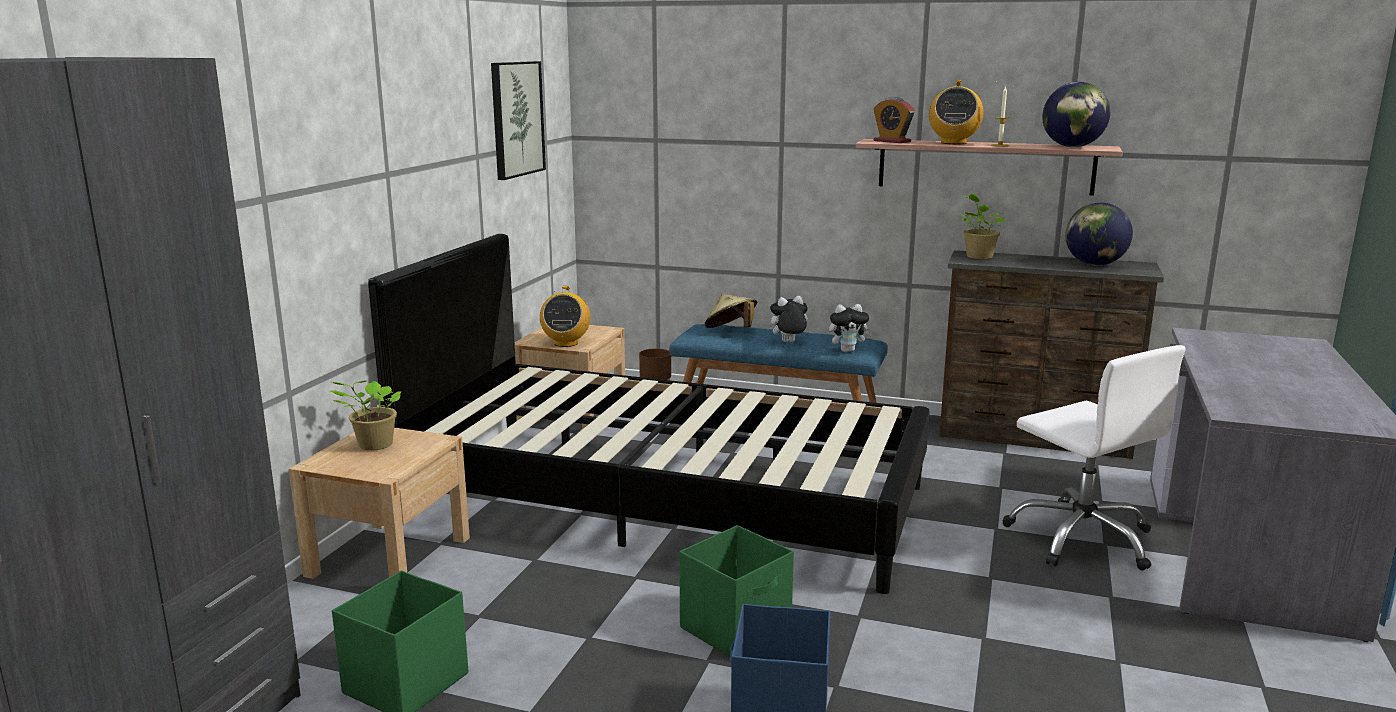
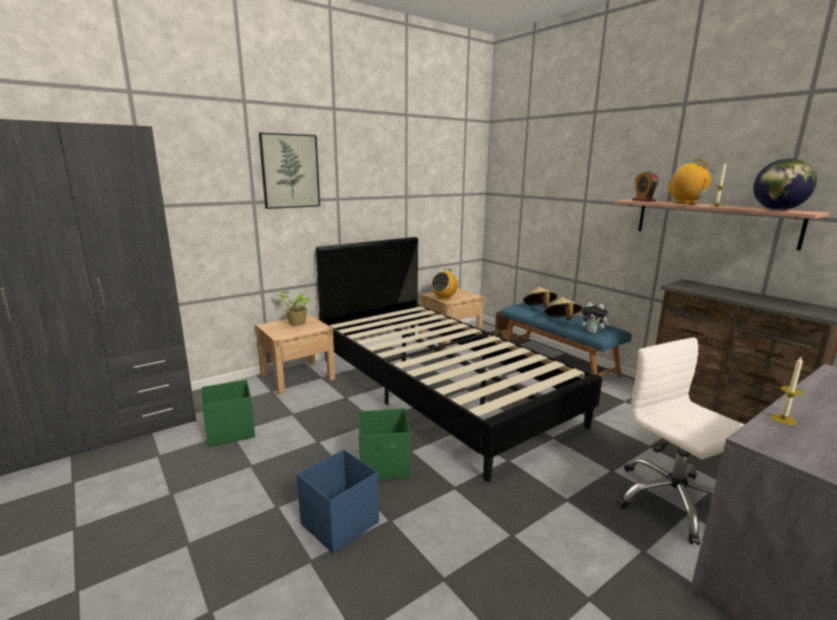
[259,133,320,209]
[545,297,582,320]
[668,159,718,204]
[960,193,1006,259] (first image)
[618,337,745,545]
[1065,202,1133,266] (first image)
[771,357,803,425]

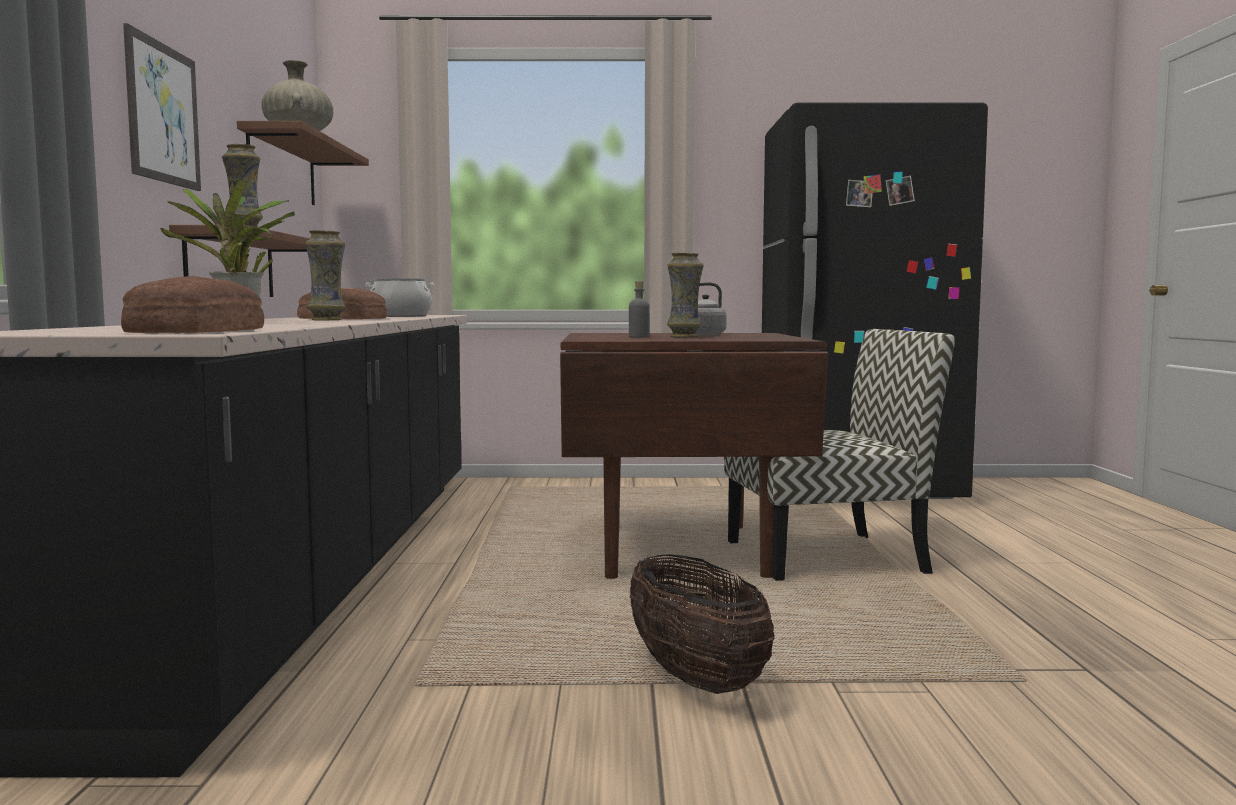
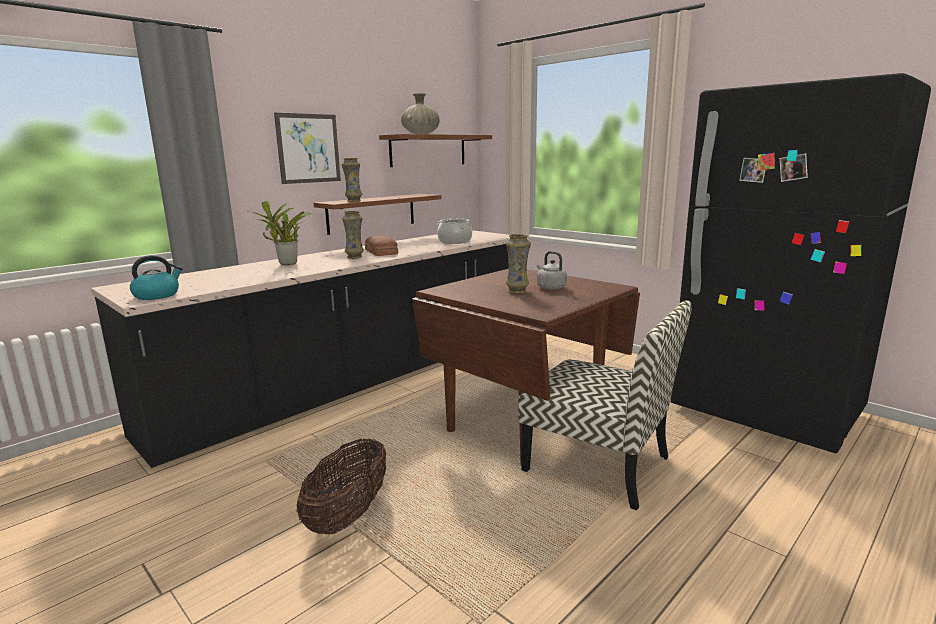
[130,255,183,300]
[629,281,650,337] (first image)

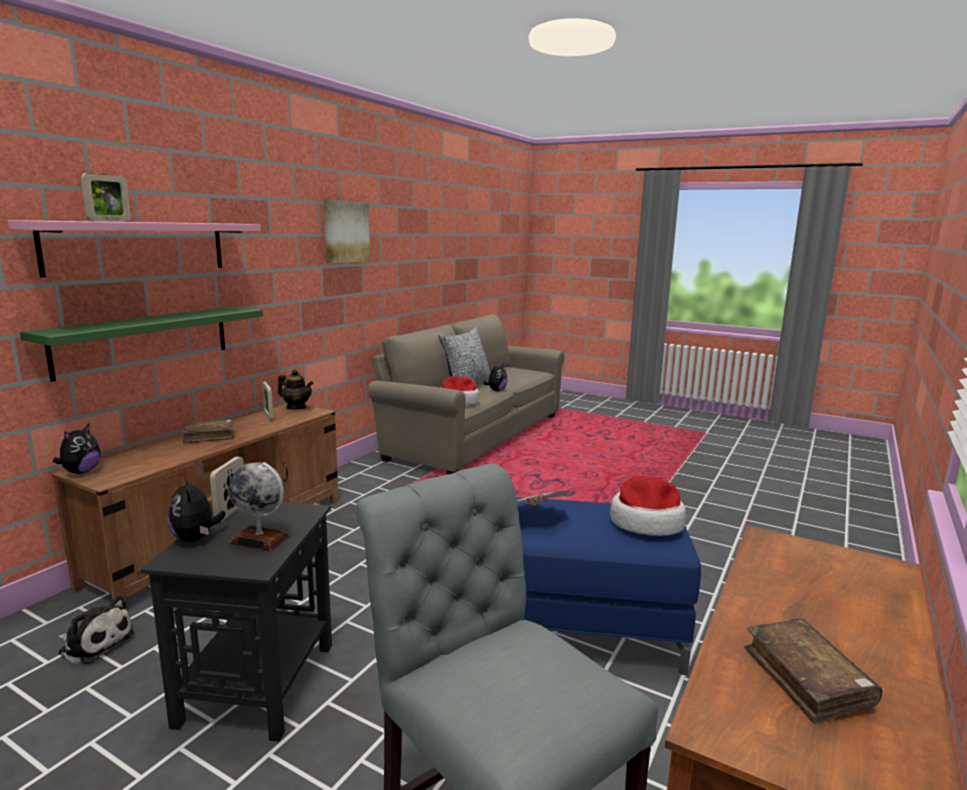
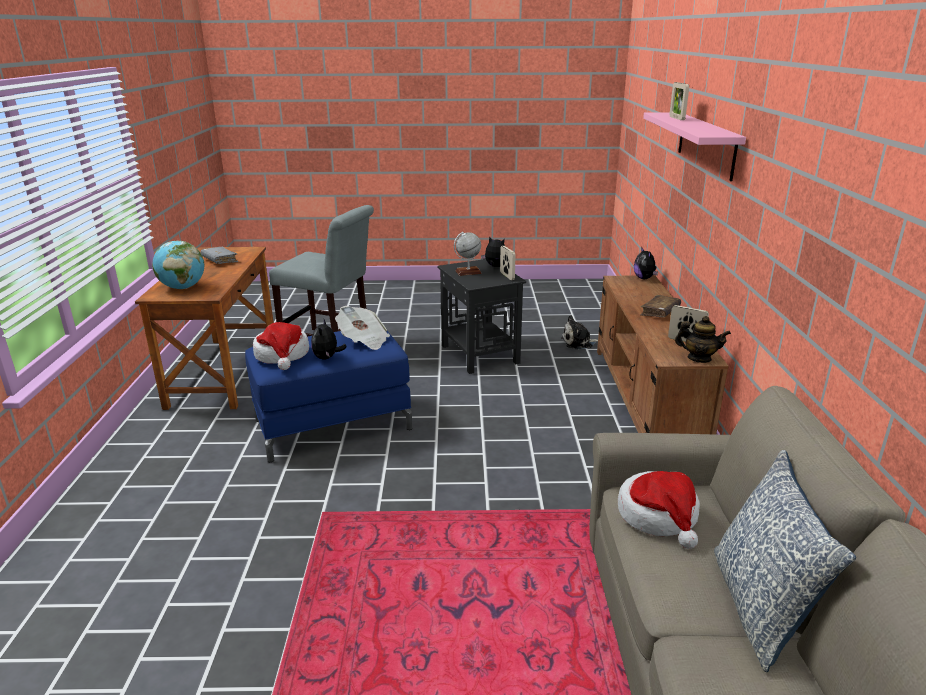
[20,307,263,382] (first image)
[675,316,731,363]
[324,200,370,263] (first image)
[311,319,347,360]
[201,247,238,264]
[152,241,205,289]

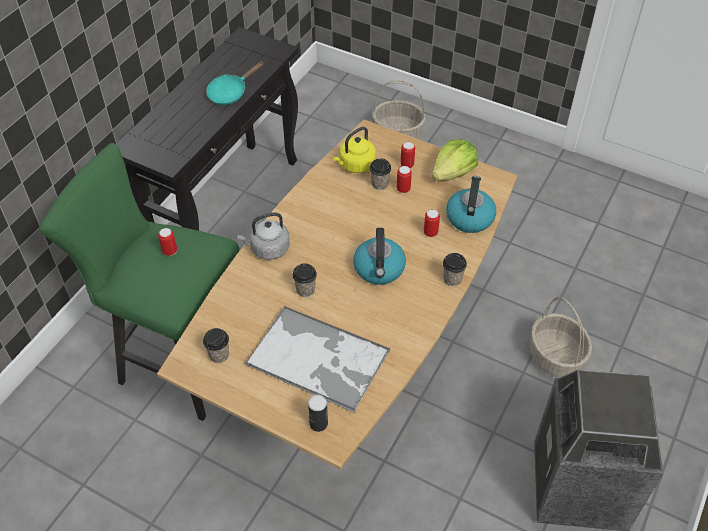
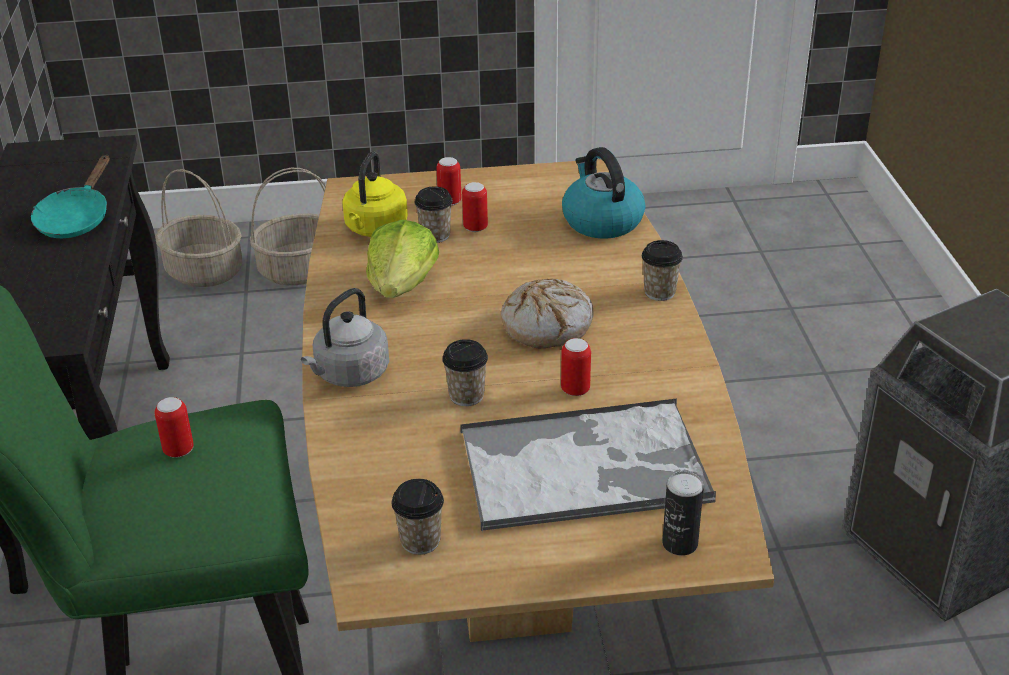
[501,279,593,348]
[561,338,591,396]
[366,220,439,298]
[155,169,242,287]

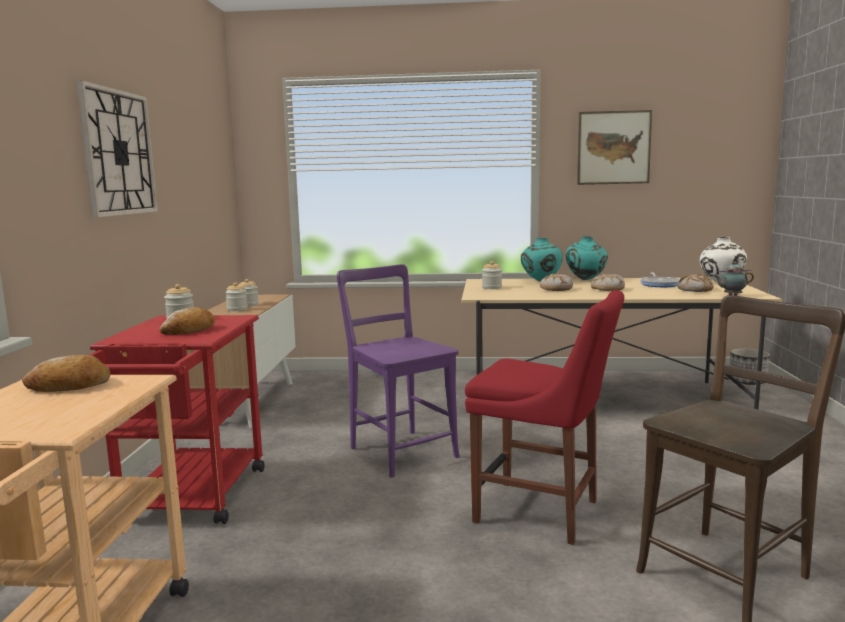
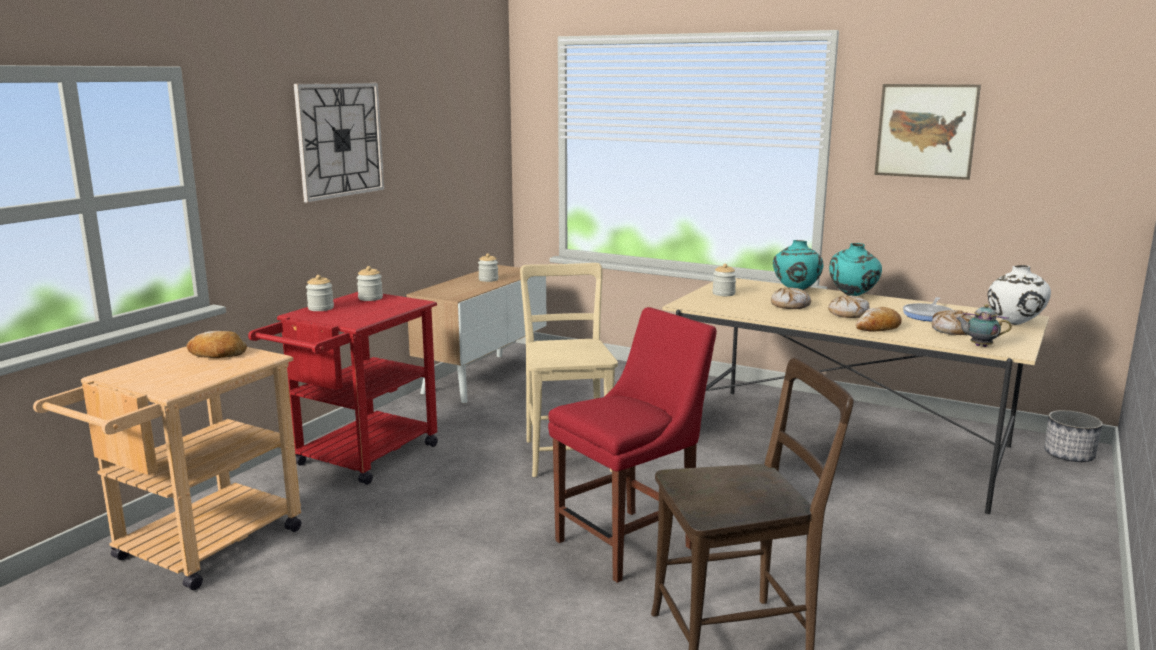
[856,307,902,331]
[306,275,334,311]
[520,263,618,477]
[548,307,717,583]

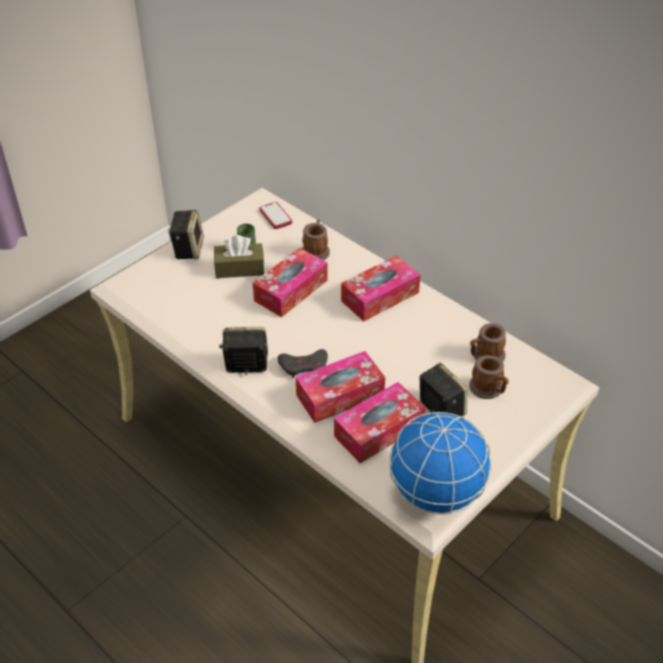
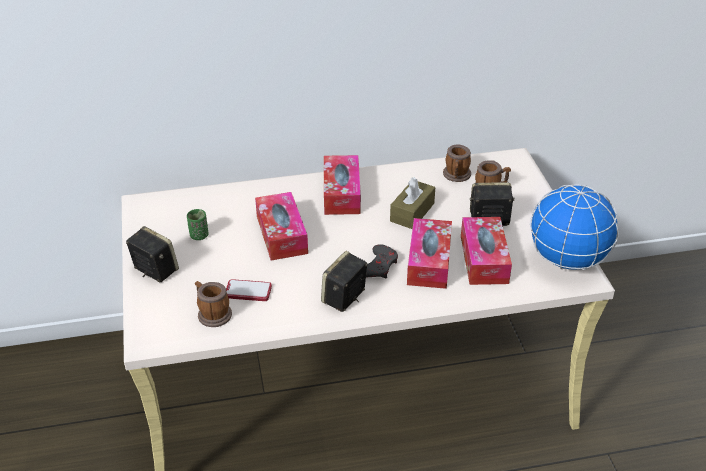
[390,177,435,229]
[226,279,272,301]
[195,281,232,327]

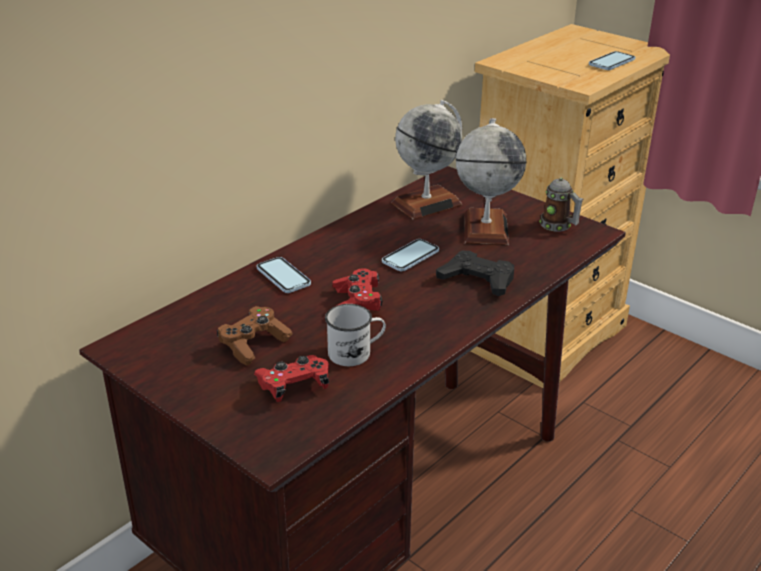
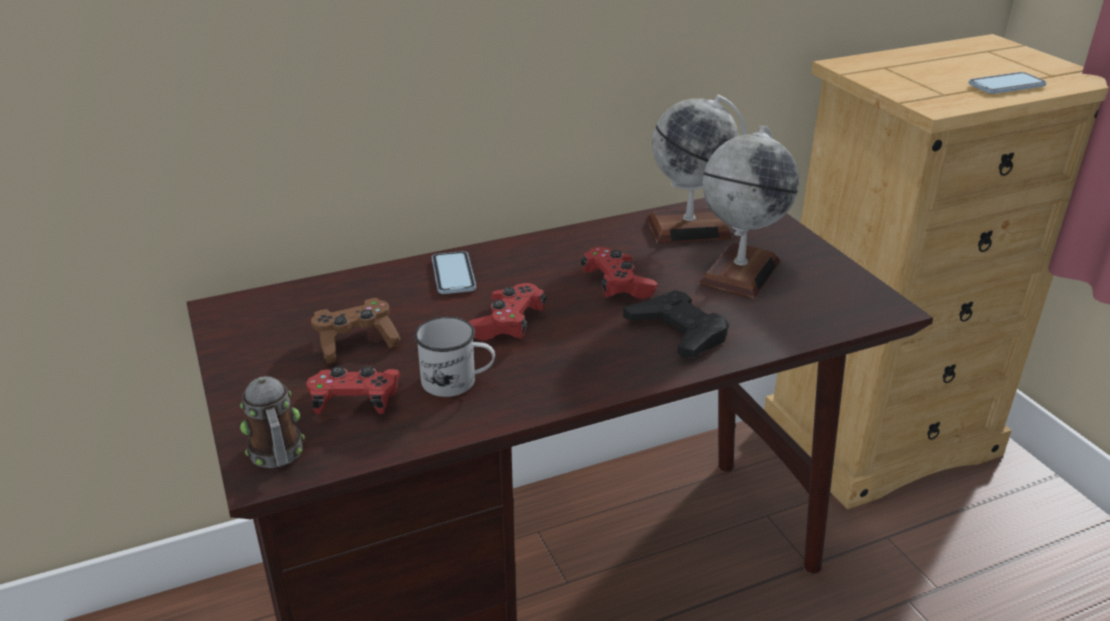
[581,247,658,299]
[240,376,305,468]

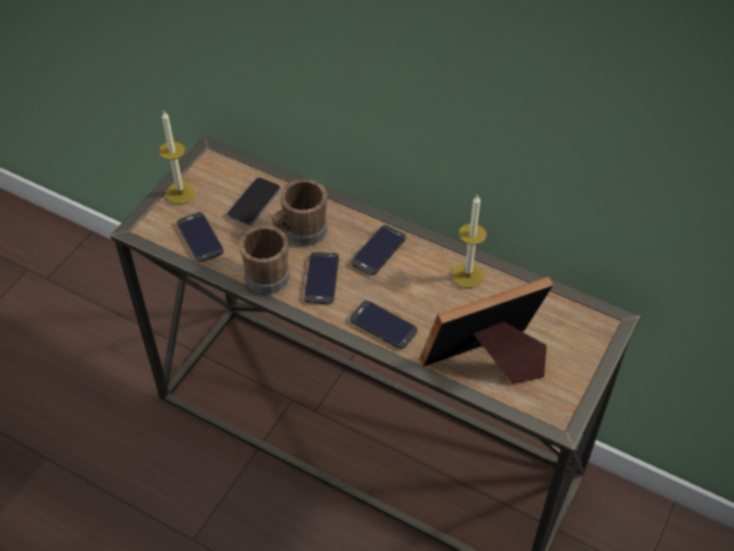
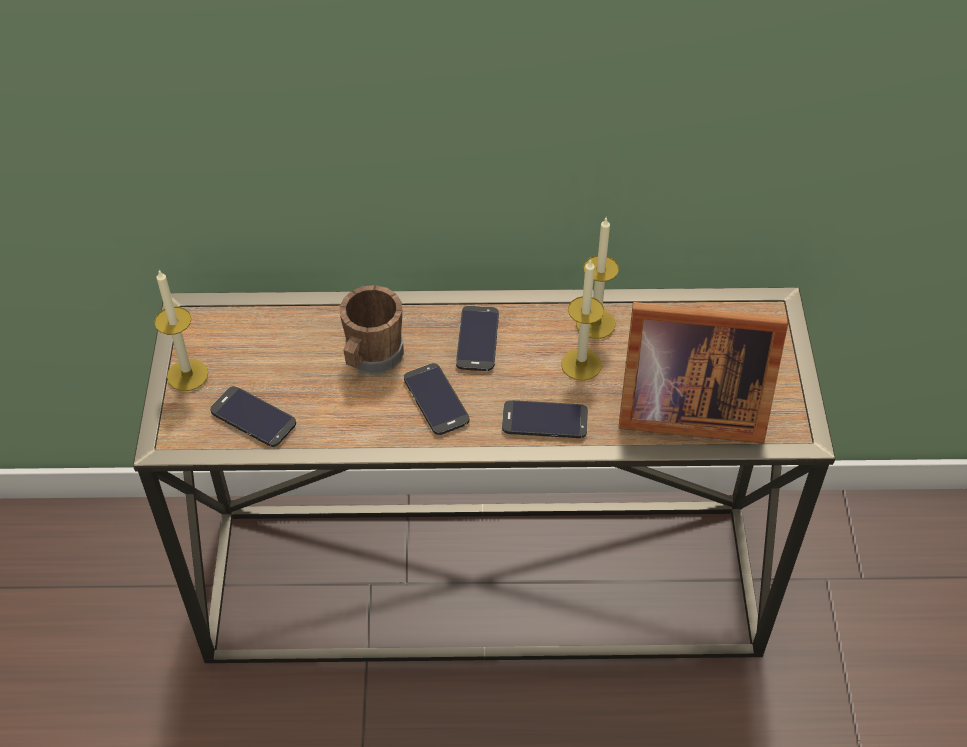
[227,178,280,226] (first image)
[239,225,290,294] (first image)
[619,302,788,444]
[561,259,604,381]

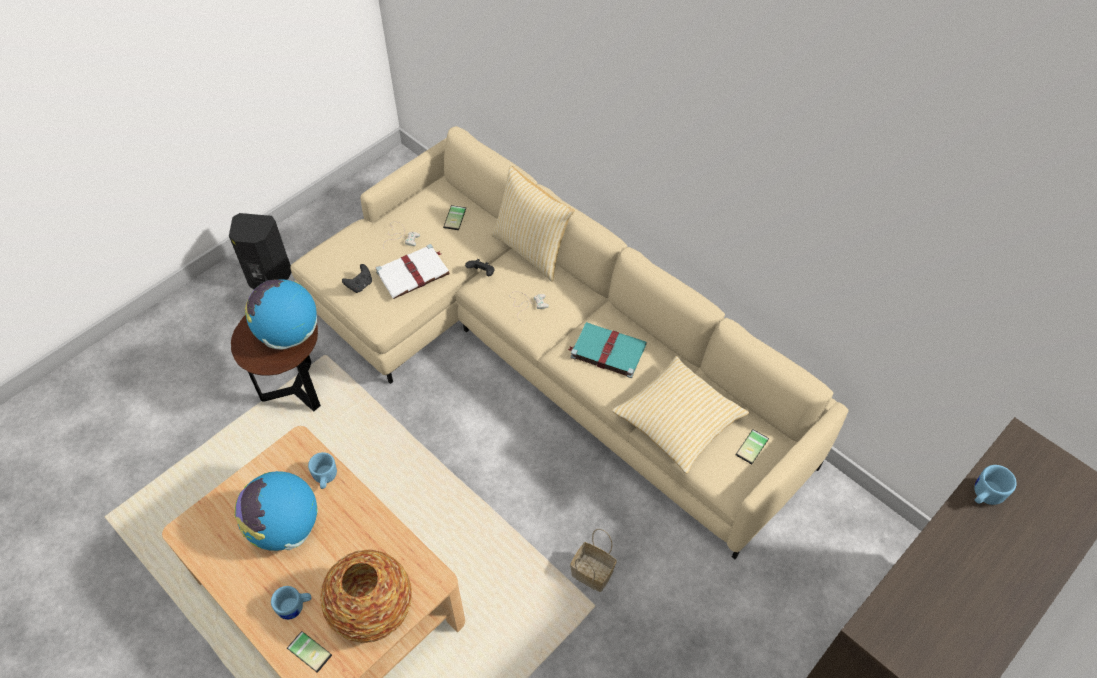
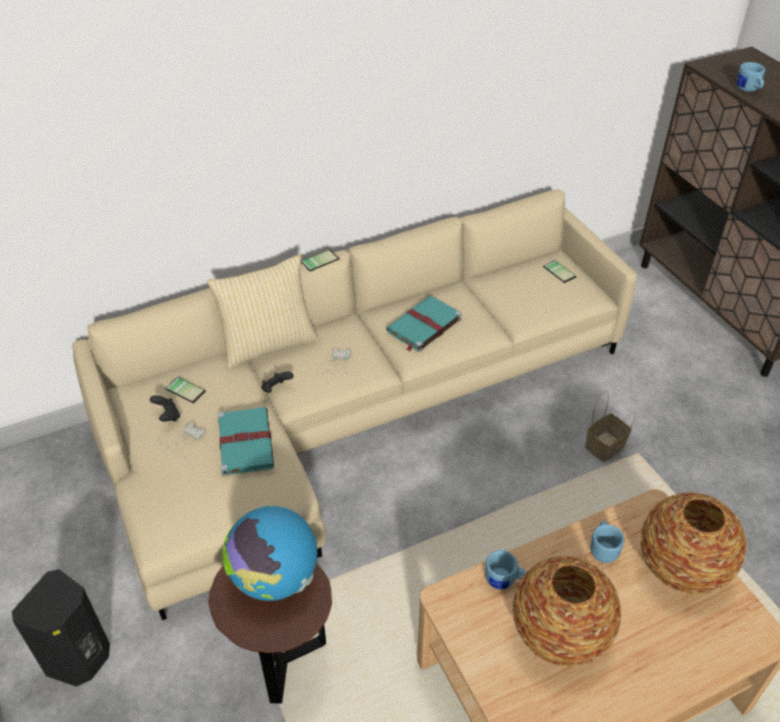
[513,555,622,667]
[590,521,625,563]
[301,250,340,271]
[150,395,180,422]
[218,407,274,476]
[612,356,749,474] (first image)

